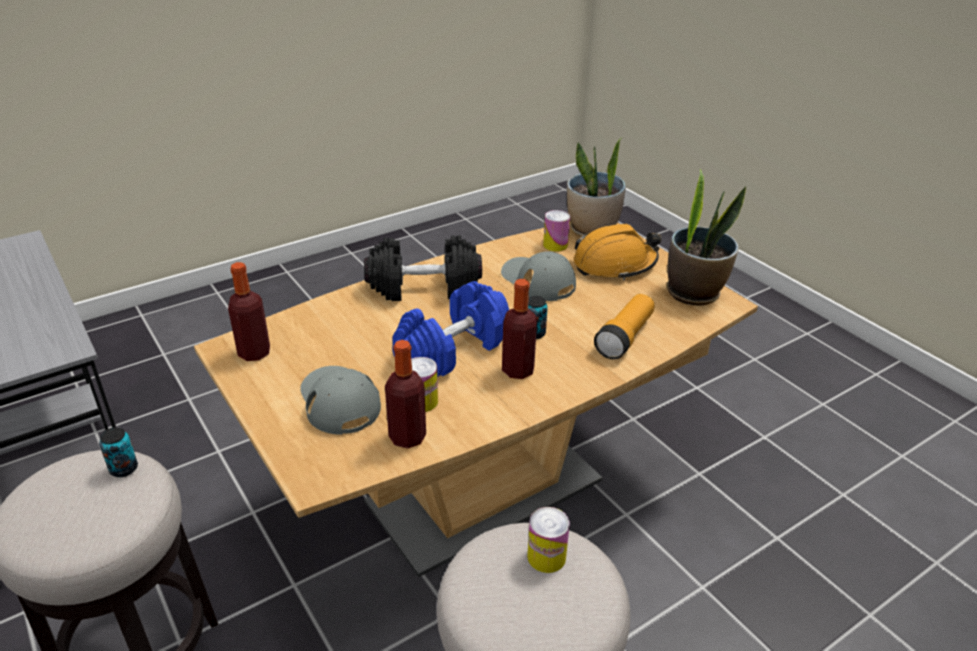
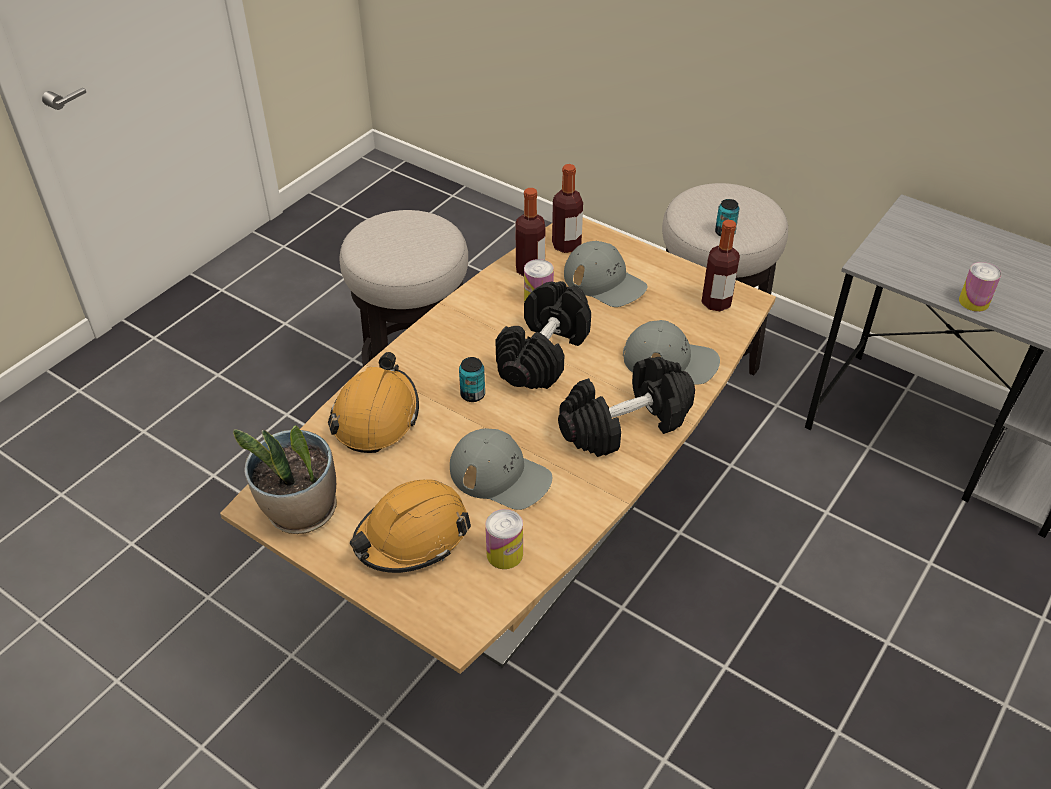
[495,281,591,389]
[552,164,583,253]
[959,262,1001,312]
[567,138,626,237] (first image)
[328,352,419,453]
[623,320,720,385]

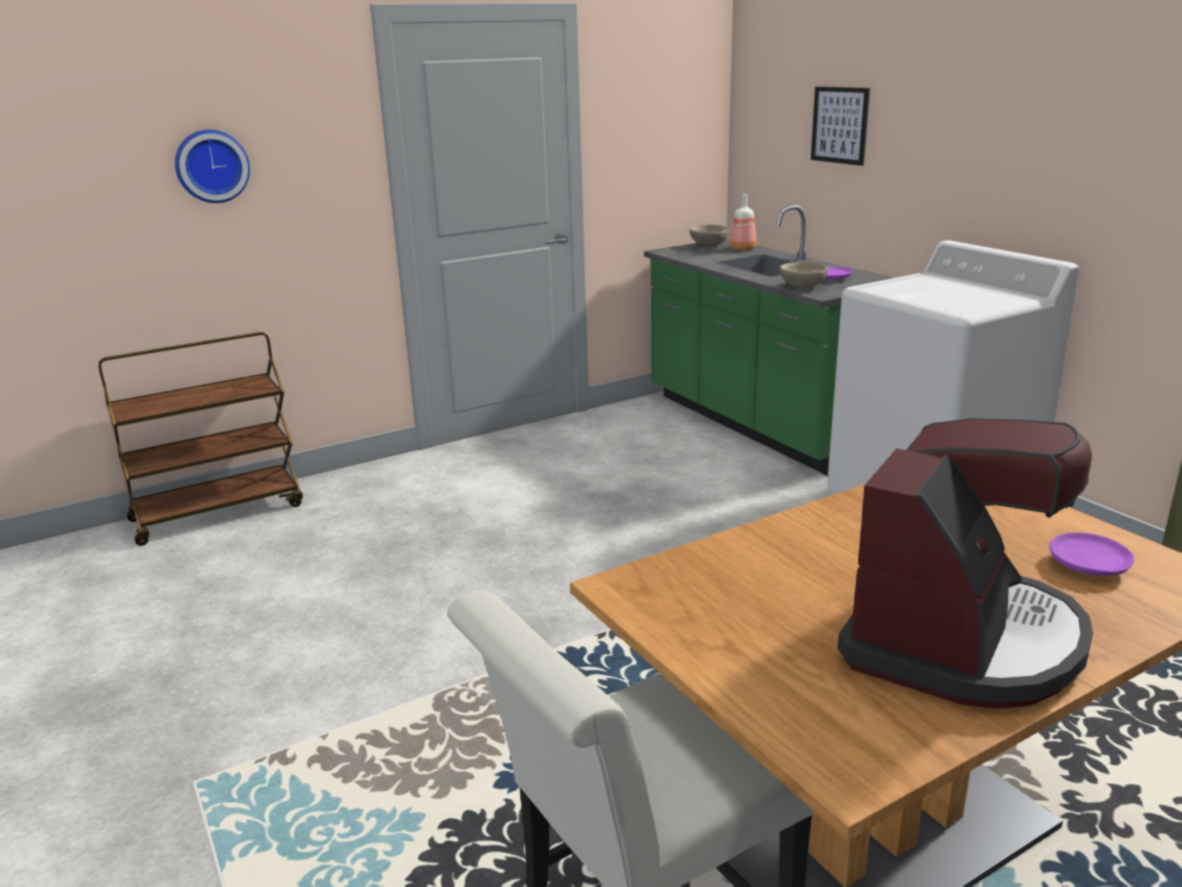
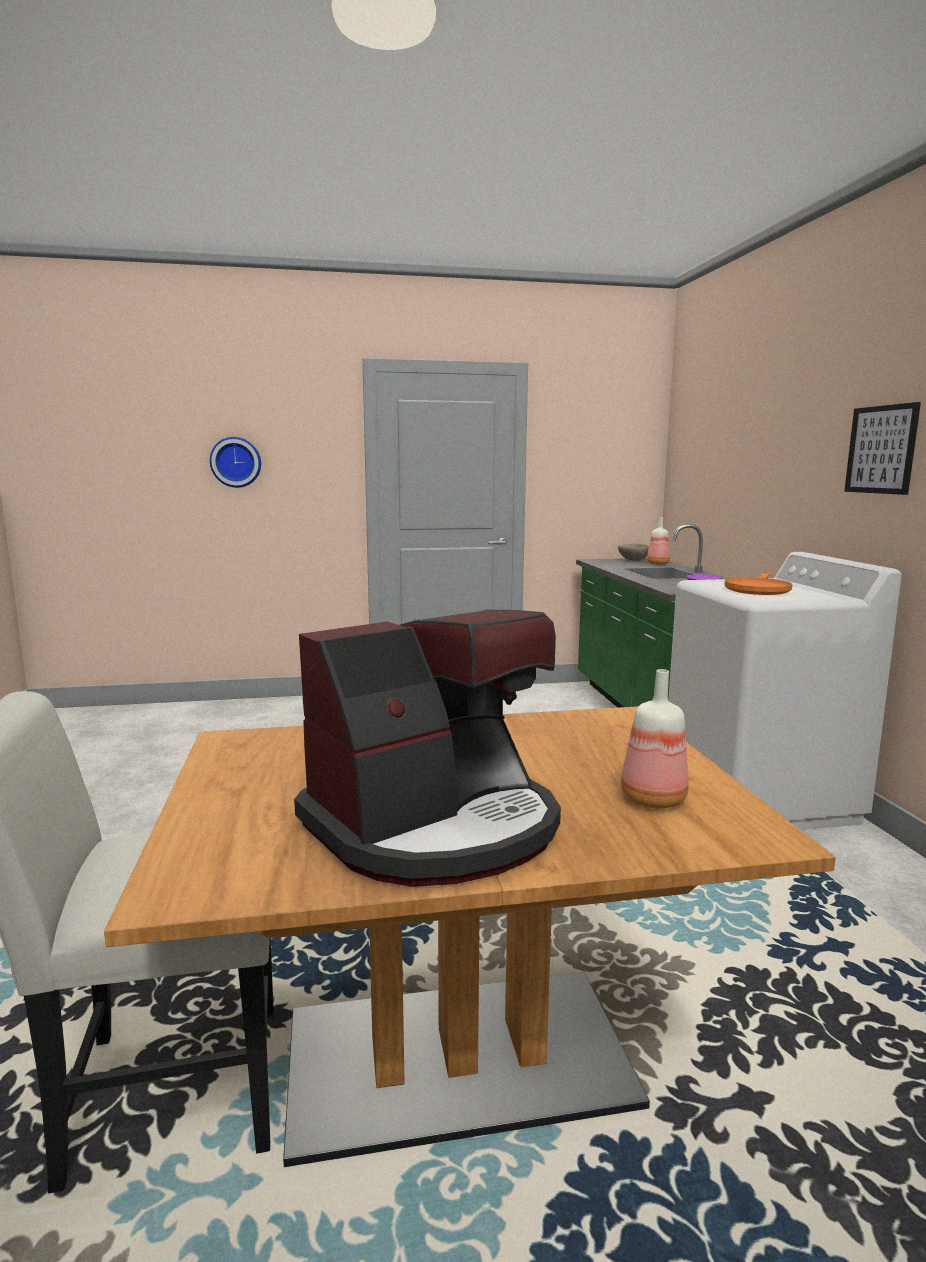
[98,332,303,546] (first image)
[780,261,828,289] (first image)
[844,402,921,495]
[621,669,689,808]
[724,572,792,595]

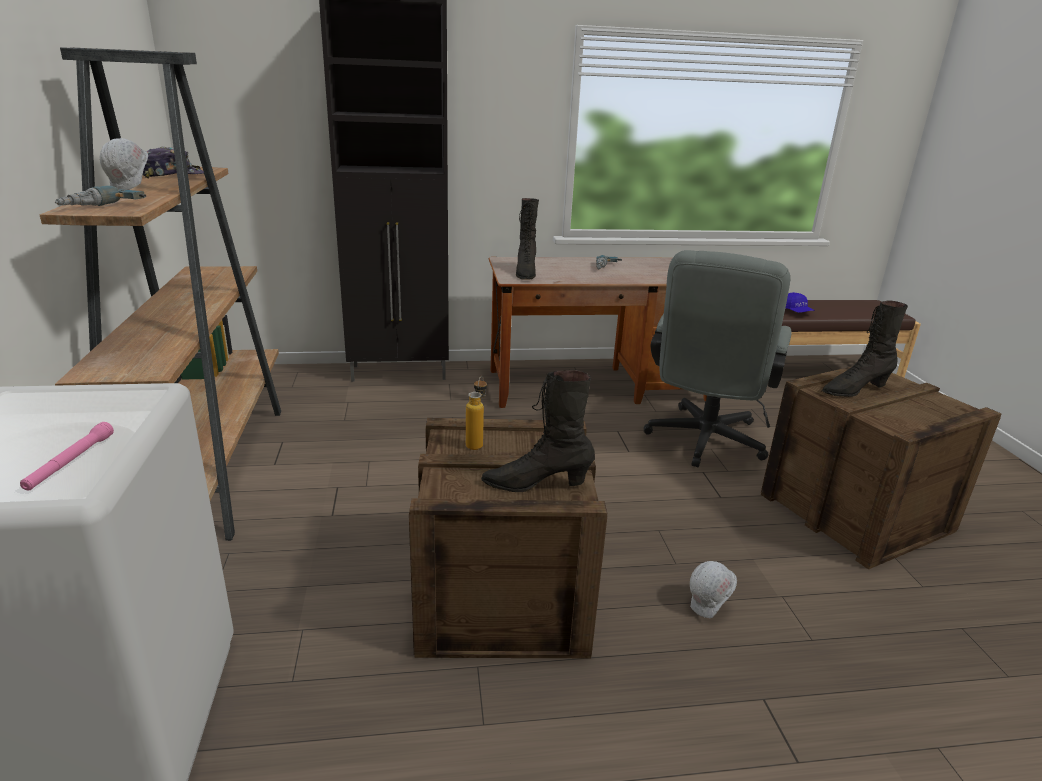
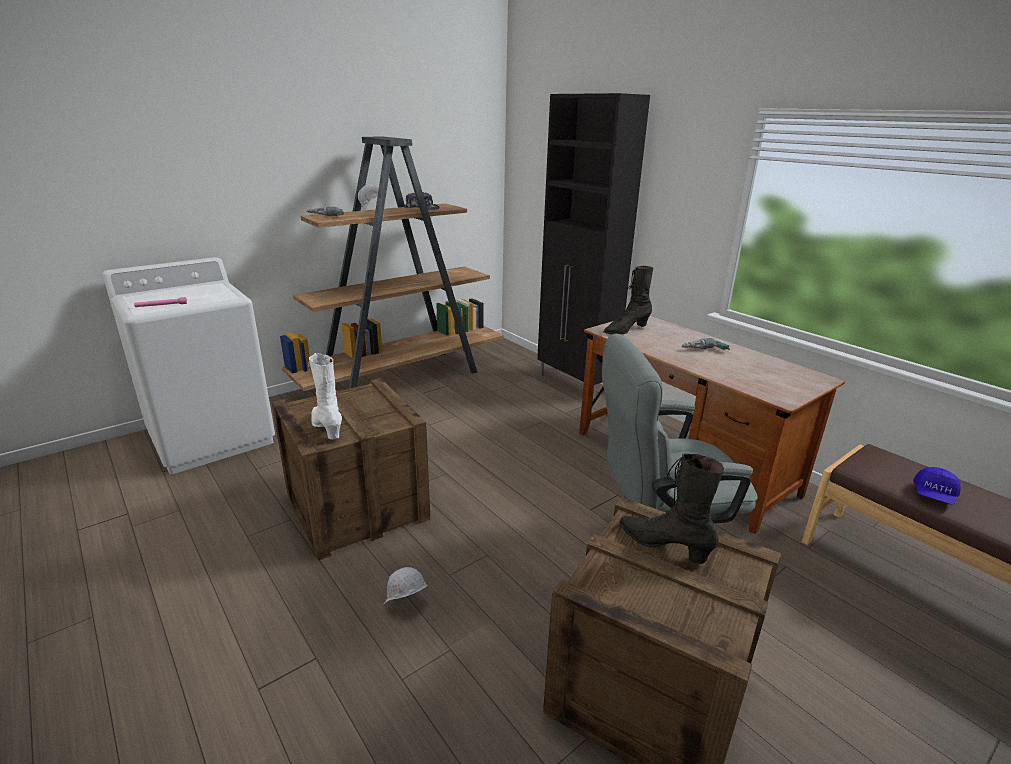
[466,376,487,450] (first image)
[308,353,342,439]

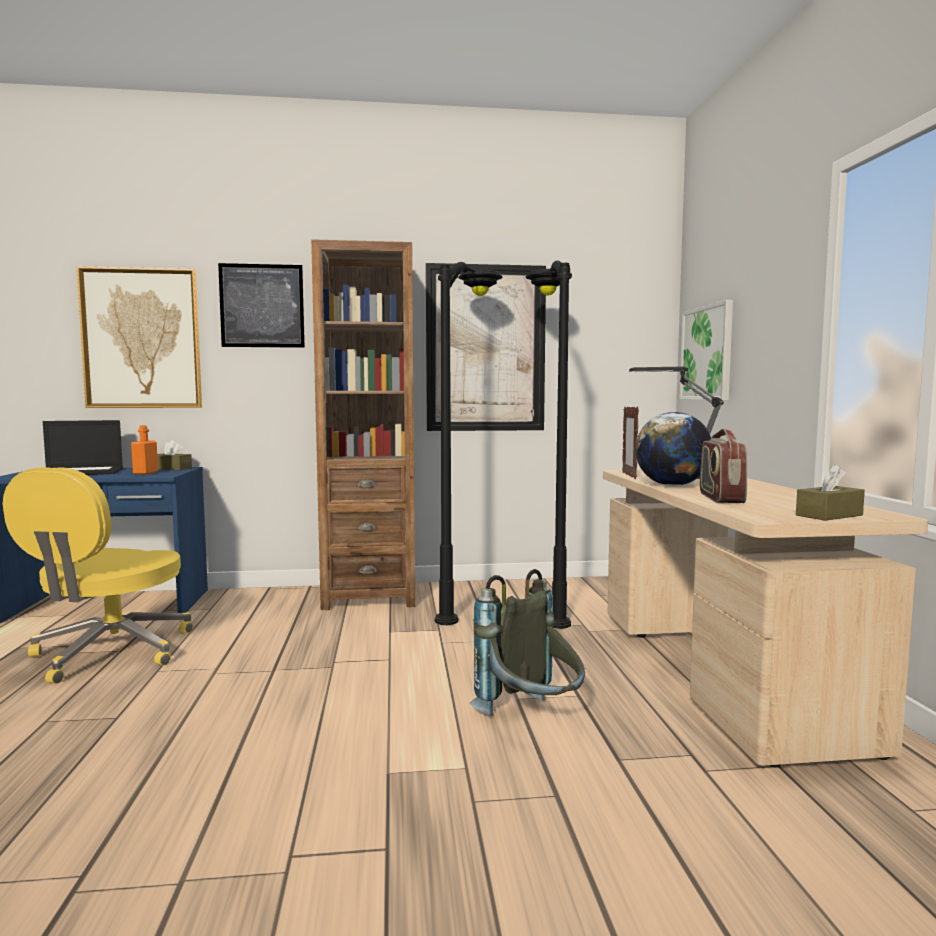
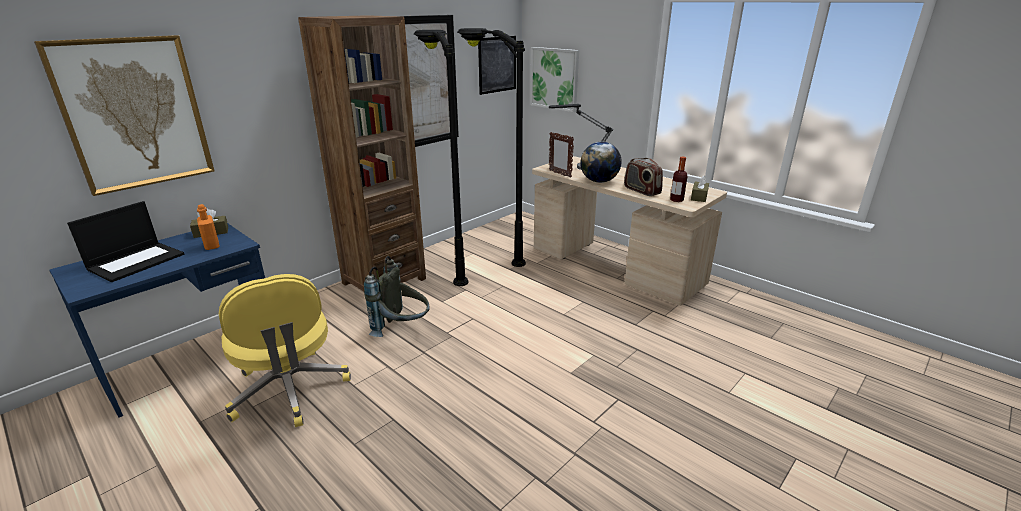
[478,36,516,95]
[364,256,430,337]
[670,157,687,202]

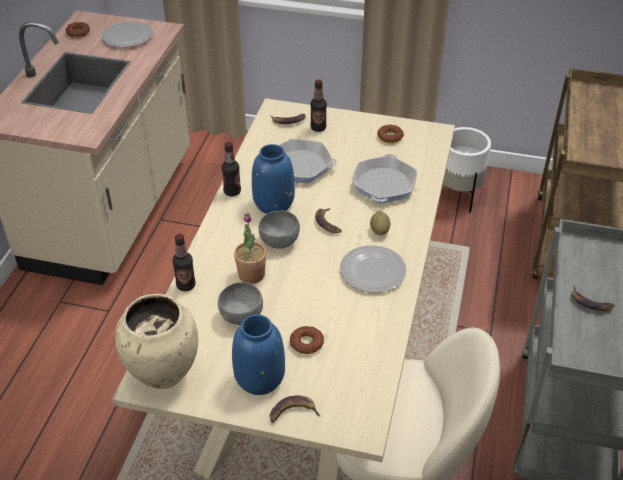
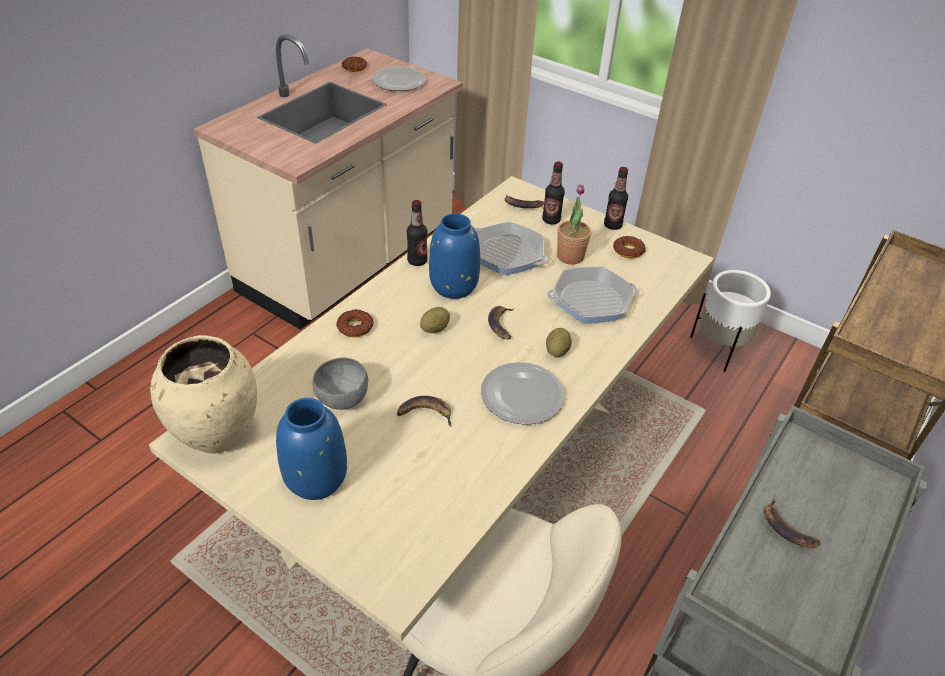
[604,167,628,230]
[557,184,591,265]
[420,307,450,333]
[397,396,452,427]
[337,309,373,337]
[547,267,639,323]

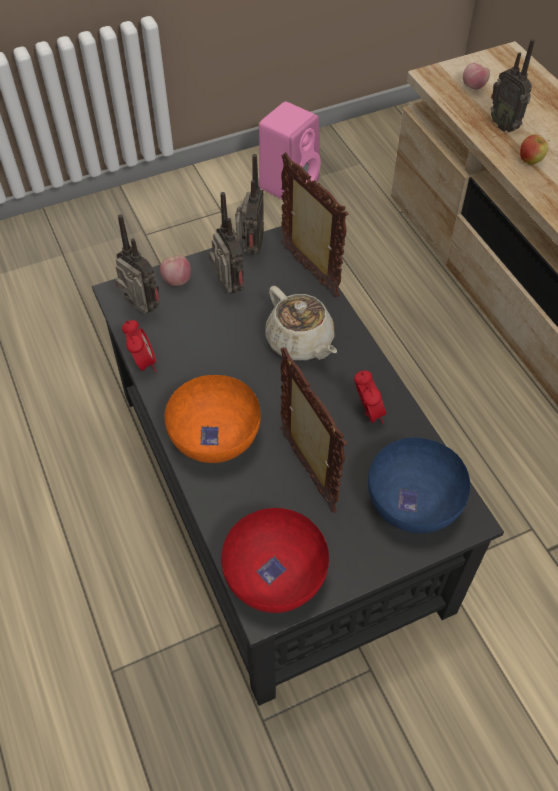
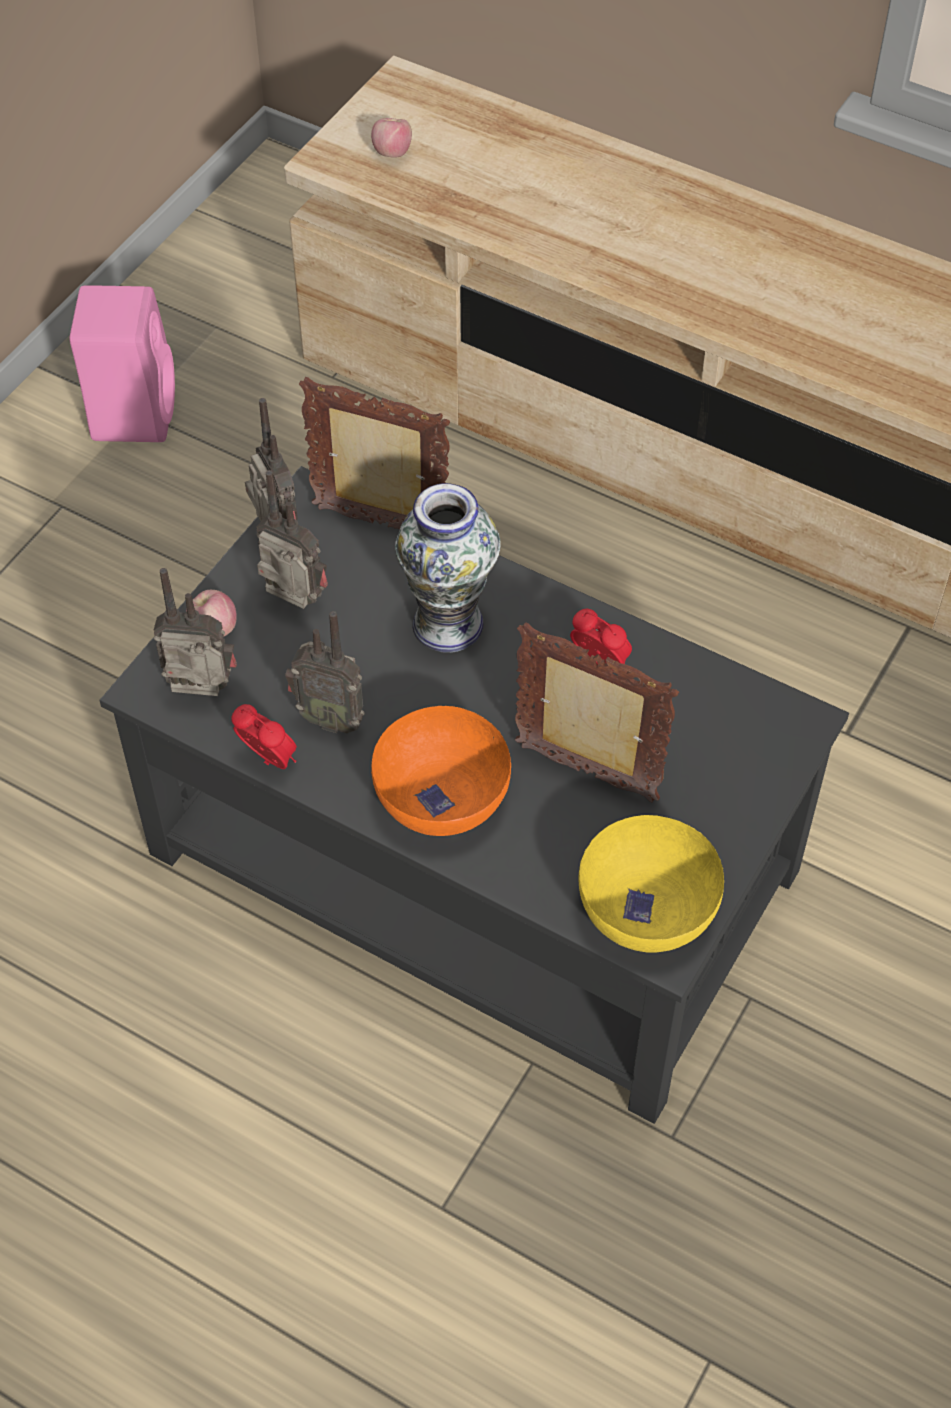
[578,815,724,953]
[395,483,500,653]
[368,438,470,534] (first image)
[285,611,365,733]
[520,135,549,164] (first image)

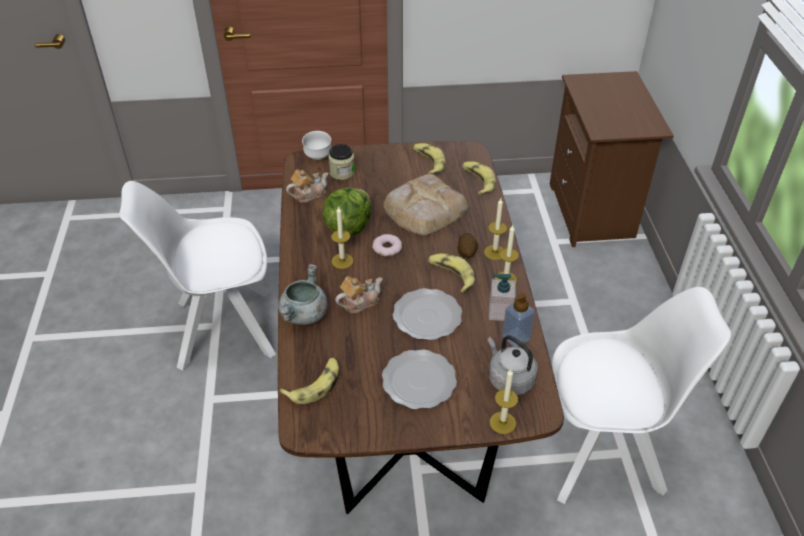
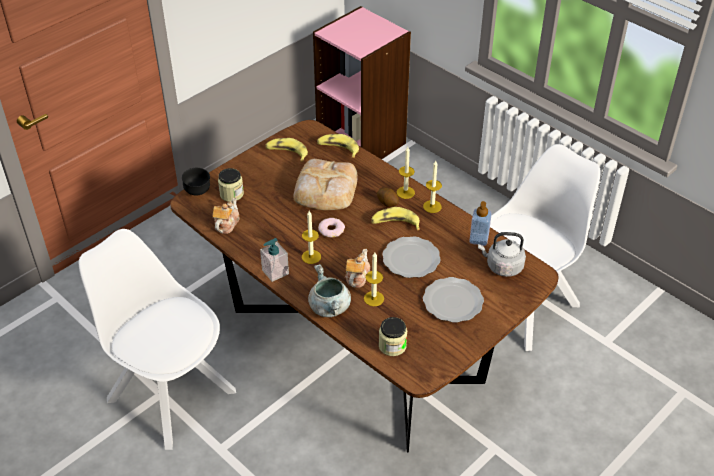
[79,229,236,450]
[379,317,407,356]
[182,168,210,195]
[323,188,371,236] (first image)
[260,238,289,282]
[364,252,384,306]
[313,6,411,159]

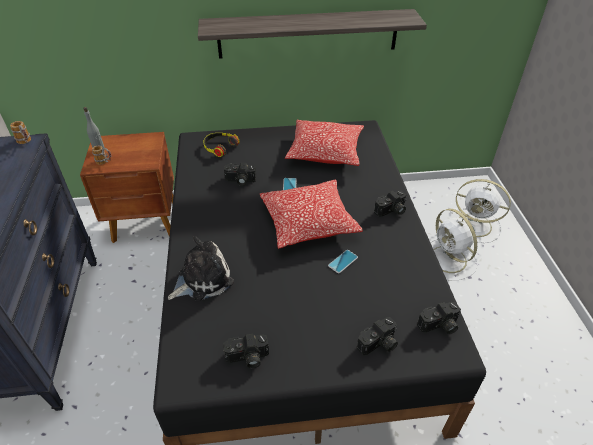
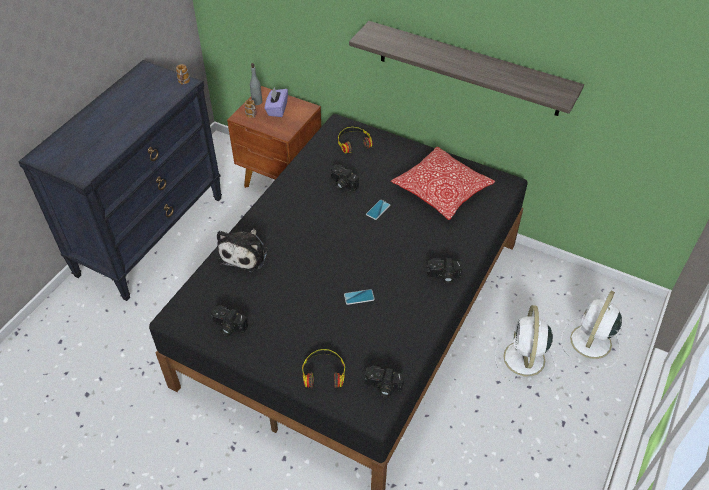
[217,229,268,272]
[260,179,363,249] (first image)
[302,349,345,388]
[561,291,622,369]
[265,87,288,117]

